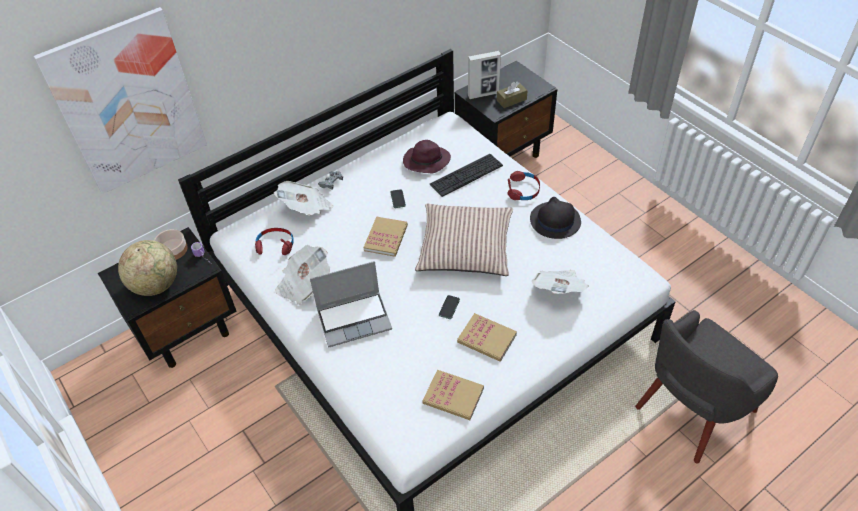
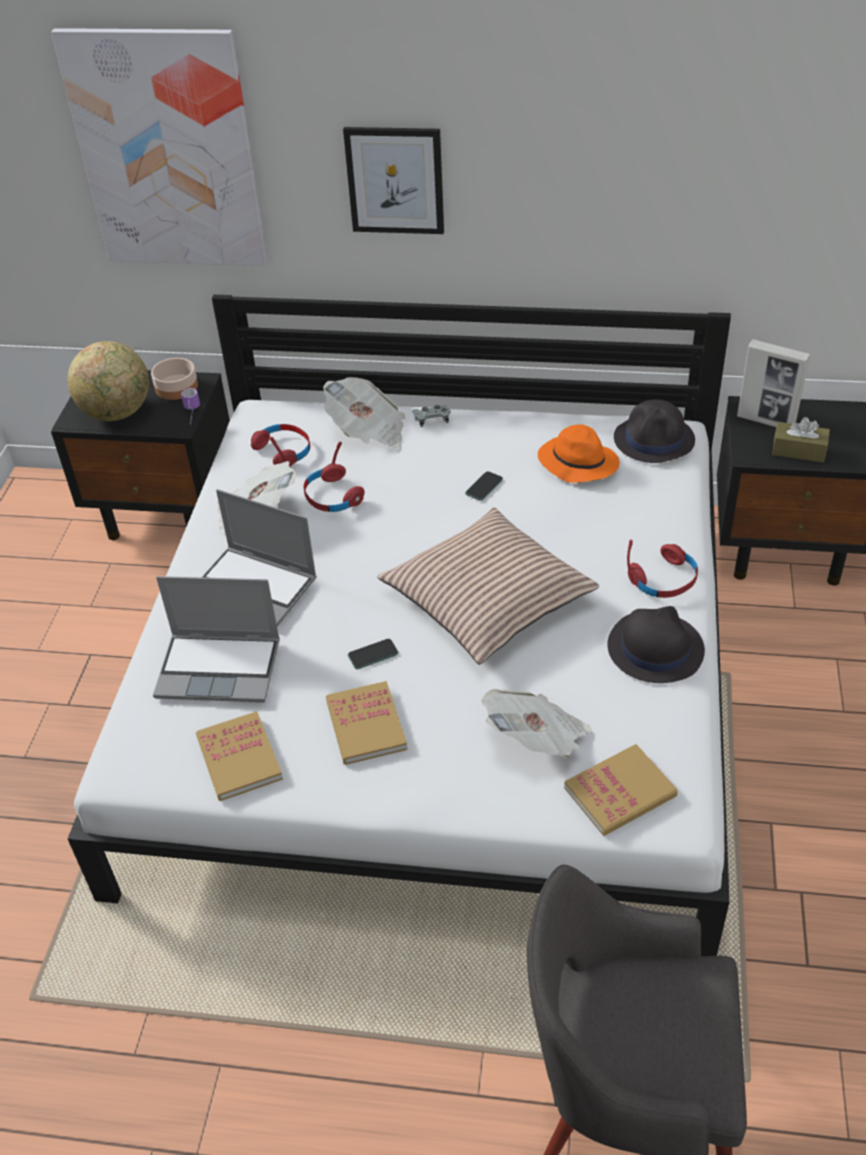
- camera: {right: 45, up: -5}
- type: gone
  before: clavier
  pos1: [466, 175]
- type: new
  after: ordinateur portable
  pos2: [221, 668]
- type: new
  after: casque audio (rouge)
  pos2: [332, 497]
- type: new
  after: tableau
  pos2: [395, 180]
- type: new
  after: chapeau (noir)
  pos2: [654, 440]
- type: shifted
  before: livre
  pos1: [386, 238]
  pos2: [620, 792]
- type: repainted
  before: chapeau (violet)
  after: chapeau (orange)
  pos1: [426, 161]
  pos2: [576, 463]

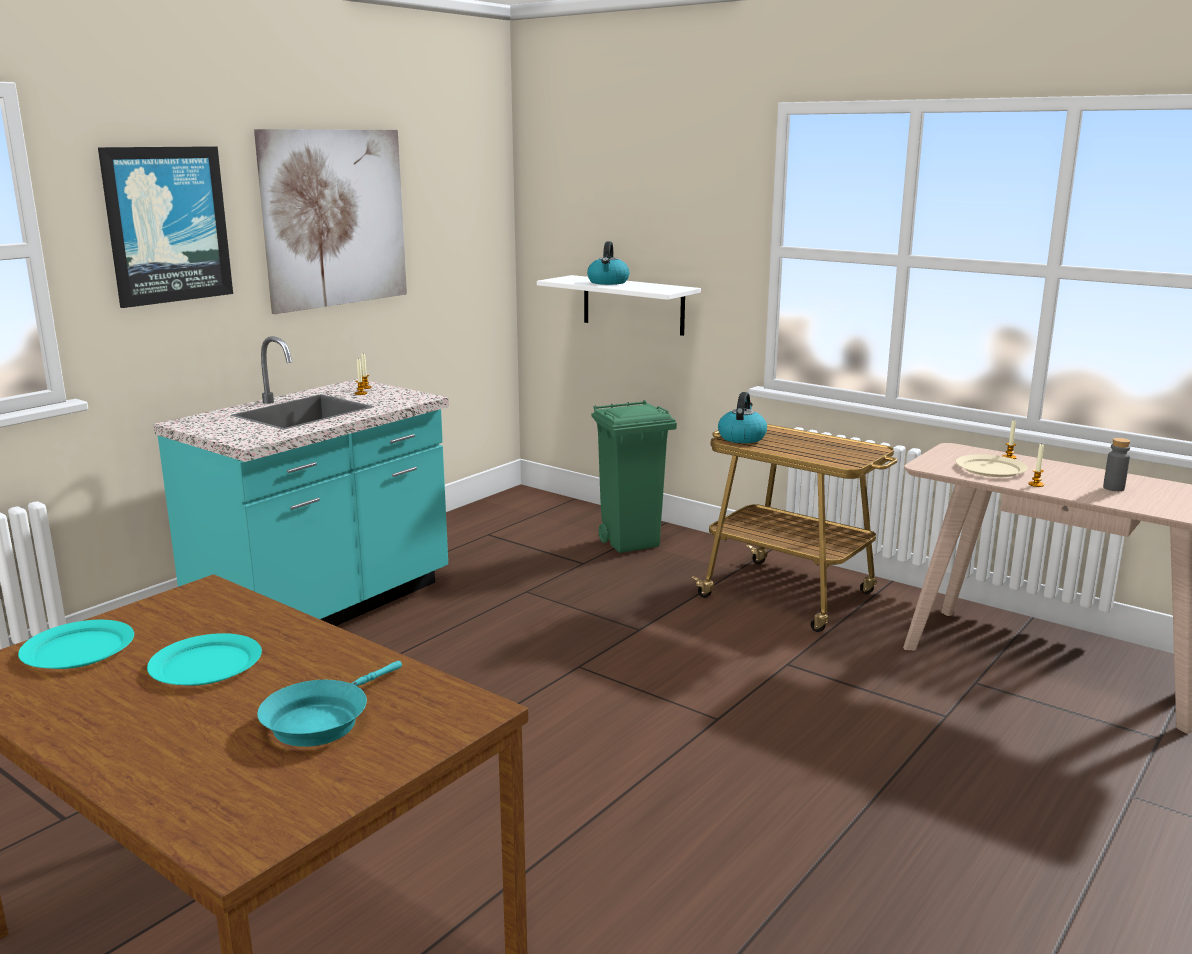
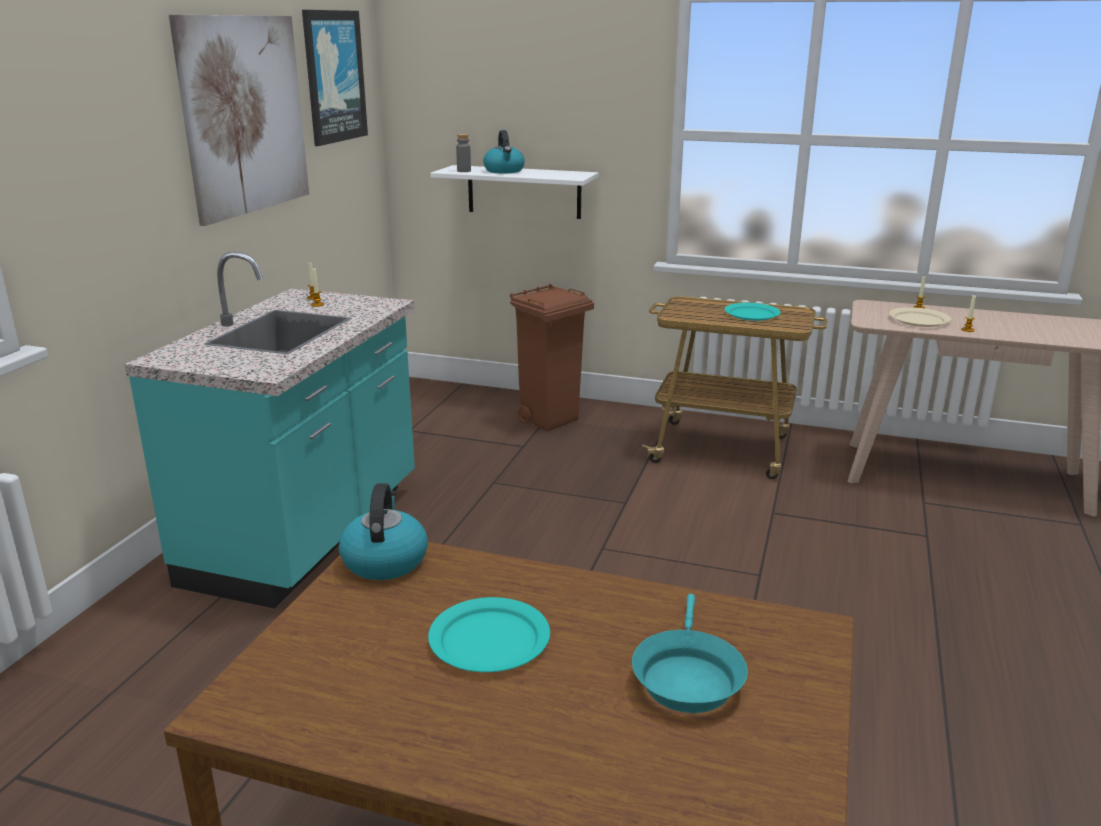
- camera: {right: -20, up: 5}
- type: shifted
  before: assiette (turquoise)
  pos1: [77, 650]
  pos2: [752, 314]
- type: shifted
  before: tableau
  pos1: [167, 225]
  pos2: [334, 76]
- type: shifted
  before: bouilloire
  pos1: [741, 437]
  pos2: [384, 560]
- type: shifted
  before: bouteille (gris)
  pos1: [1113, 488]
  pos2: [464, 171]
- type: repainted
  before: poubelle (vert)
  after: poubelle (marron)
  pos1: [631, 543]
  pos2: [550, 420]

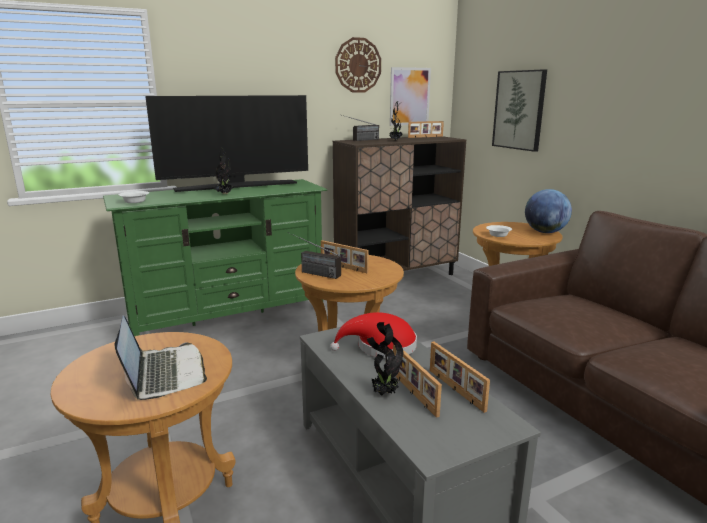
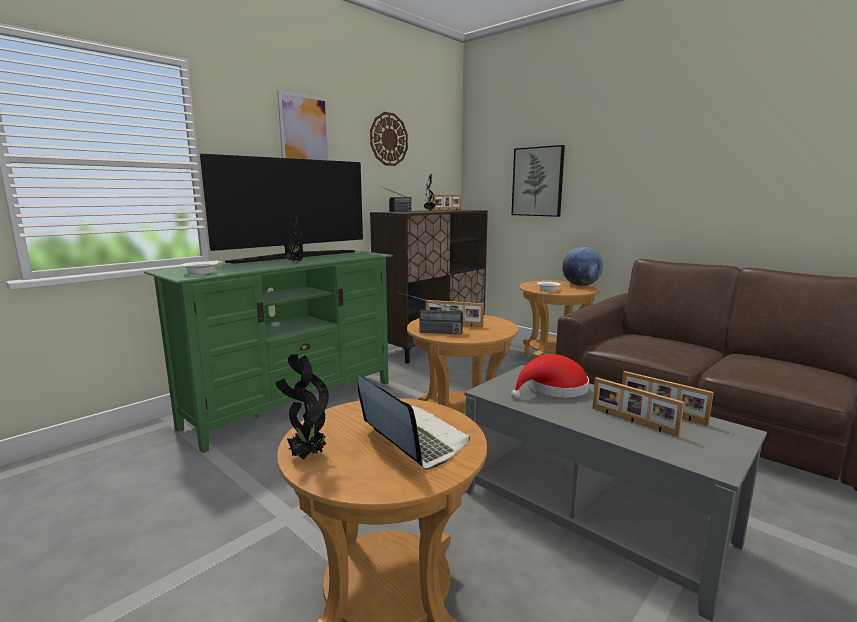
- camera: {right: -20, up: -5}
- type: shifted
  before: plante en pot
  pos1: [383, 393]
  pos2: [306, 457]
- type: shifted
  before: tableau
  pos1: [409, 96]
  pos2: [304, 130]

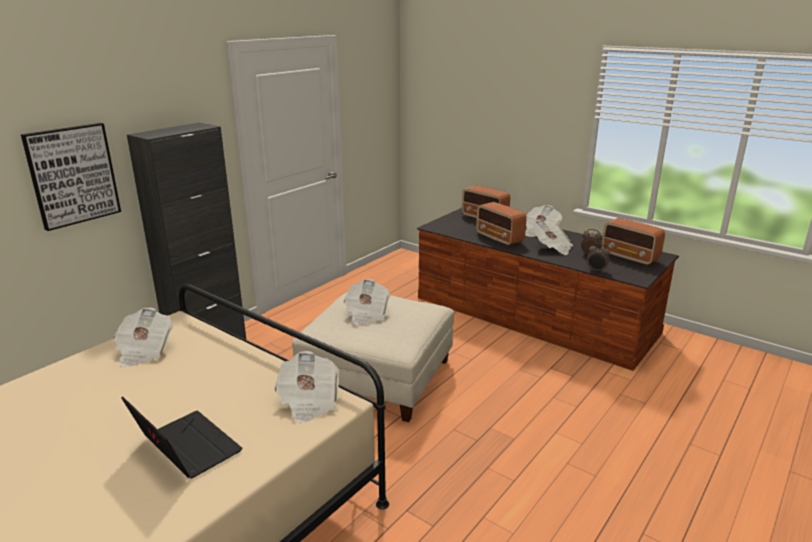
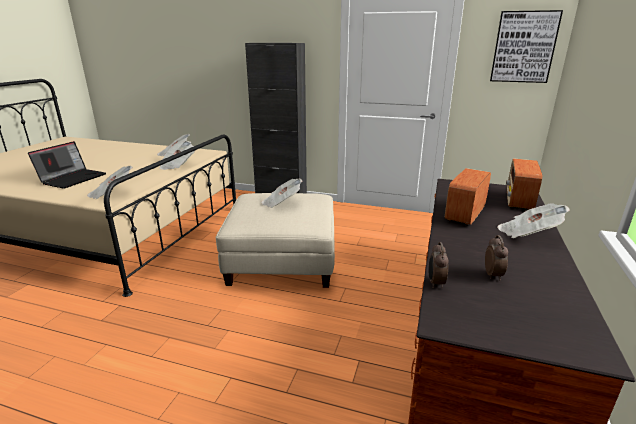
- camera: {right: 70, up: 0}
- type: gone
  before: radio
  pos1: [630, 257]
- type: shifted
  before: tableau
  pos1: [73, 175]
  pos2: [524, 47]
- type: shifted
  before: journal
  pos1: [552, 248]
  pos2: [177, 165]

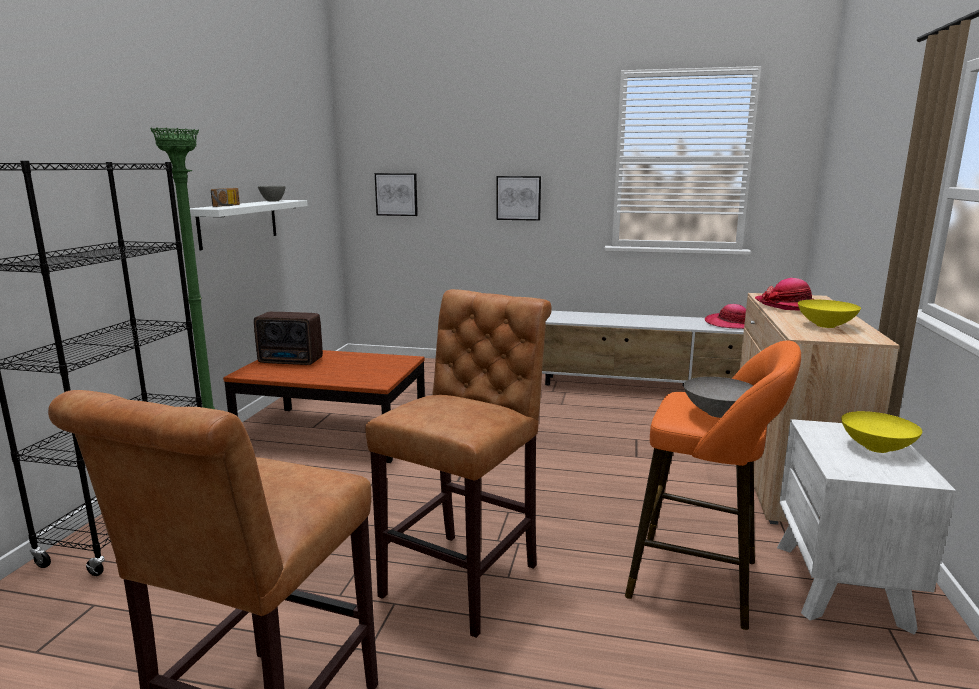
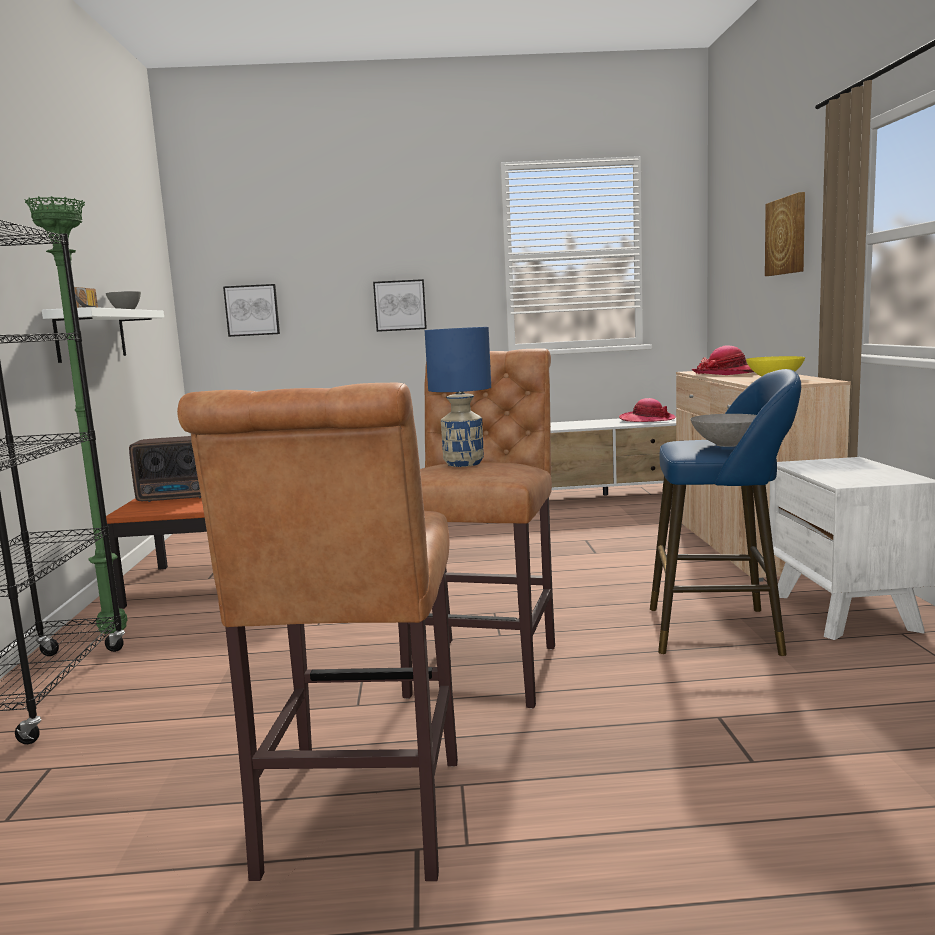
- camera: {right: -15, up: -5}
- type: gone
  before: bol (jaune)
  pos1: [875, 448]
- type: new
  after: lampe de table (bleu)
  pos2: [464, 463]
- type: new
  after: tableau
  pos2: [787, 236]
- type: repainted
  before: tabouret (orange)
  after: tabouret (bleu)
  pos1: [702, 581]
  pos2: [722, 630]

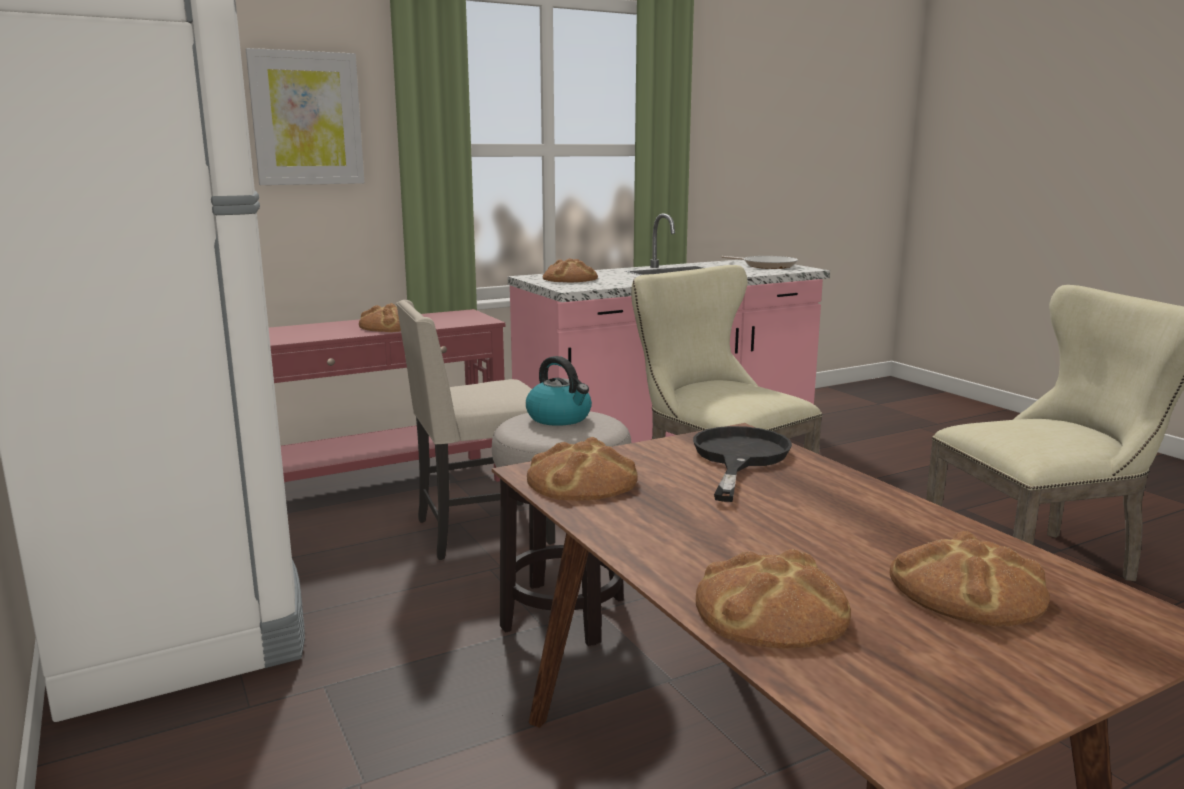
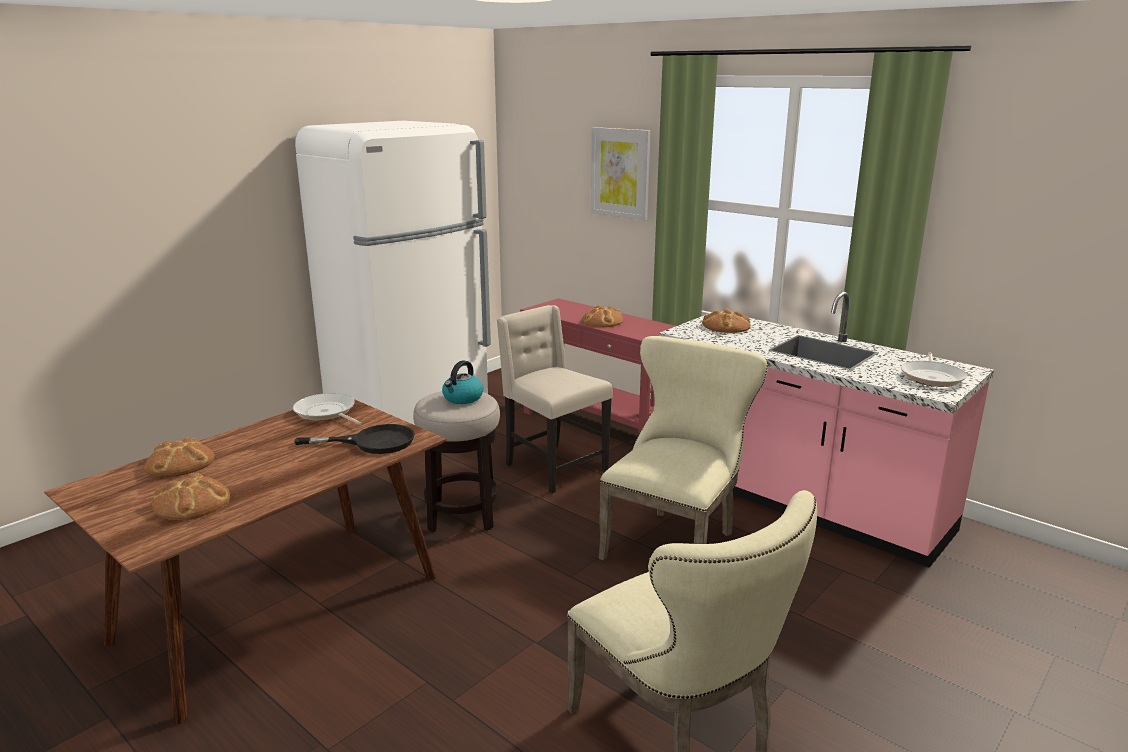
- camera: {right: 70, up: 5}
- type: swapped
  before: pain
  after: poêle
  pos1: [582, 480]
  pos2: [326, 413]

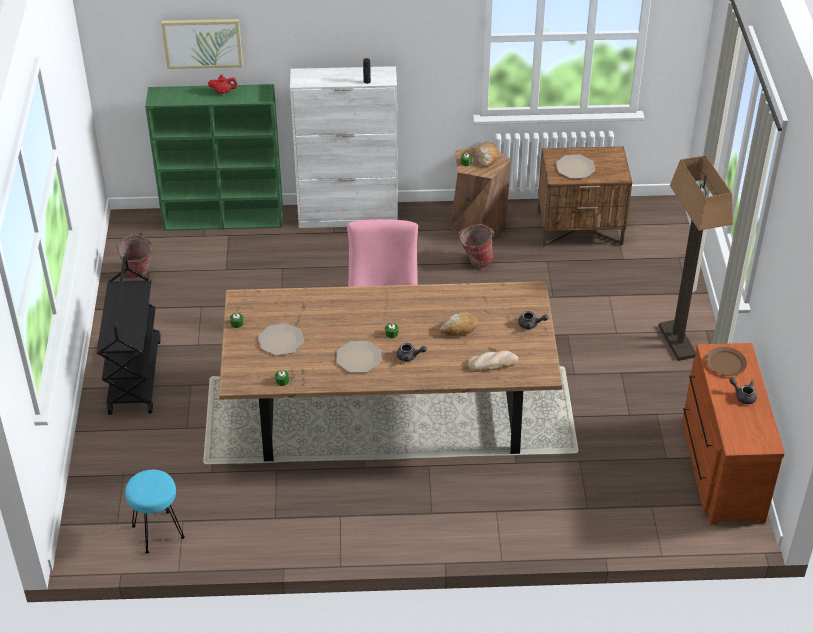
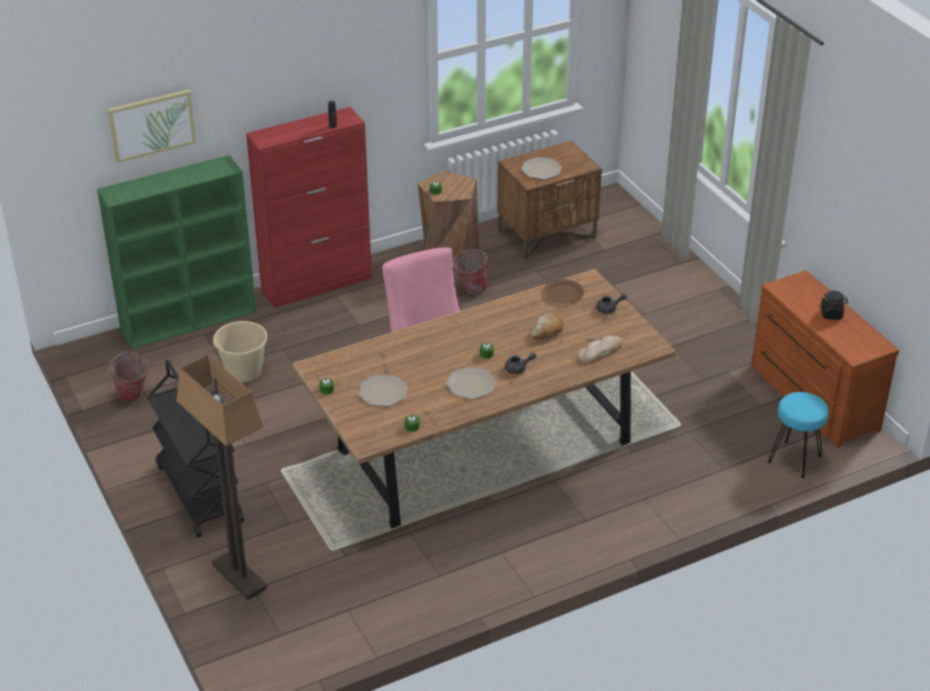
- camera: {right: -25, up: -5}
- type: gone
  before: théière (rouge)
  pos1: [223, 92]
- type: gone
  before: pain
  pos1: [486, 158]
- type: new
  after: seau (beige)
  pos2: [244, 372]
- type: shifted
  before: tabouret (turquoise)
  pos1: [158, 532]
  pos2: [795, 459]
- type: shifted
  before: lampadaire
  pos1: [676, 341]
  pos2: [238, 577]
- type: shifted
  before: assiette (marron)
  pos1: [725, 363]
  pos2: [563, 293]
- type: swapped
  before: théière (gris)
  after: bocal (noir)
  pos1: [743, 396]
  pos2: [831, 314]
- type: repainted
  before: meuble de rangement (blanc)
  after: meuble de rangement (rouge)
  pos1: [348, 217]
  pos2: [317, 284]

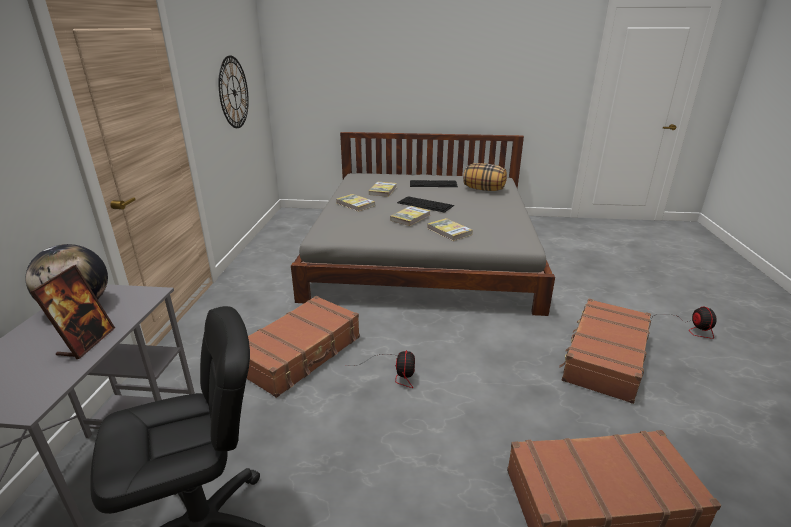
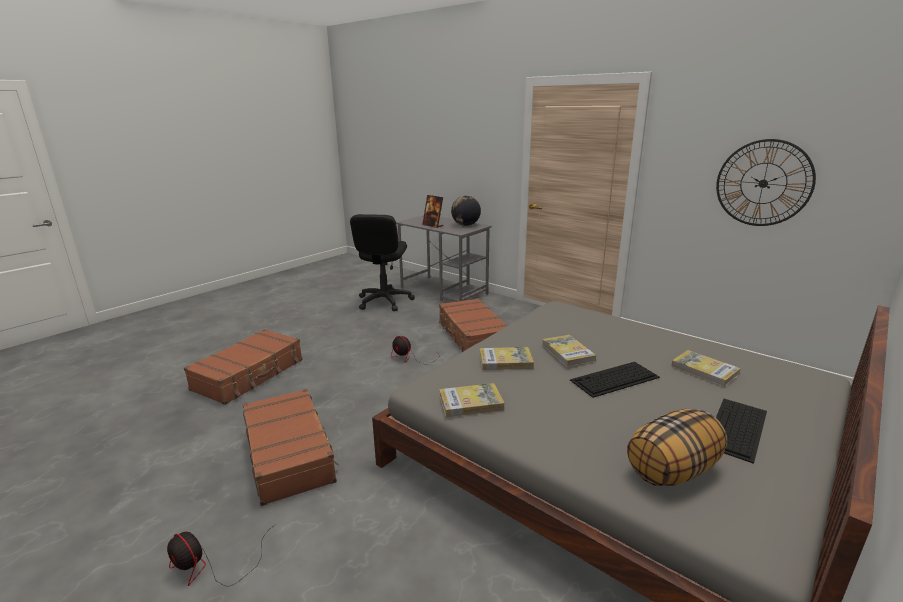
- camera: {right: 125, up: -5}
- type: shifted
  before: livre
  pos1: [355, 204]
  pos2: [471, 402]

